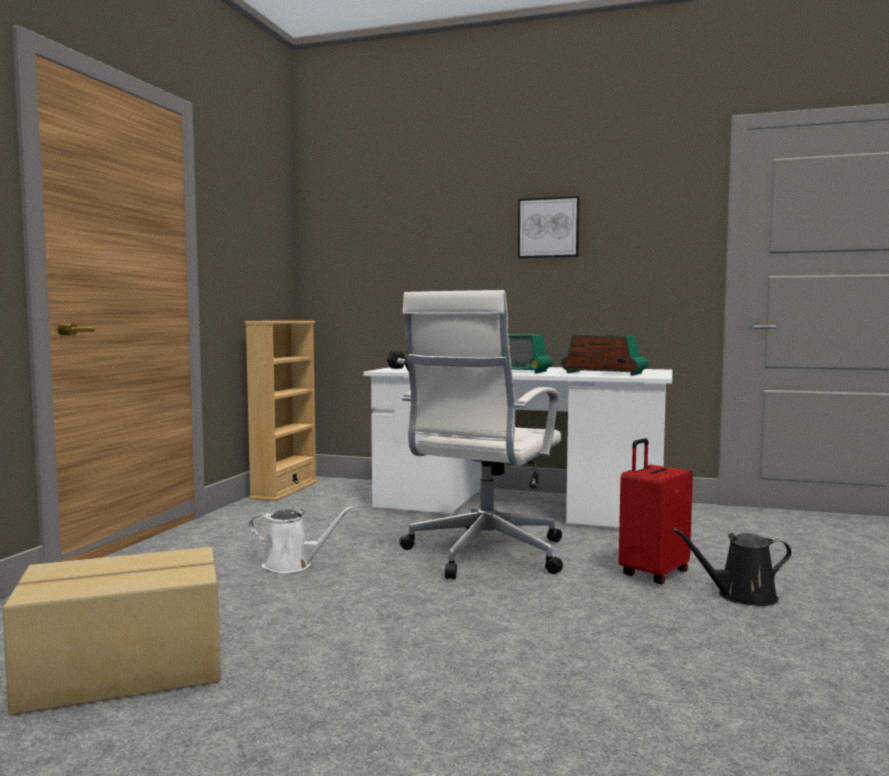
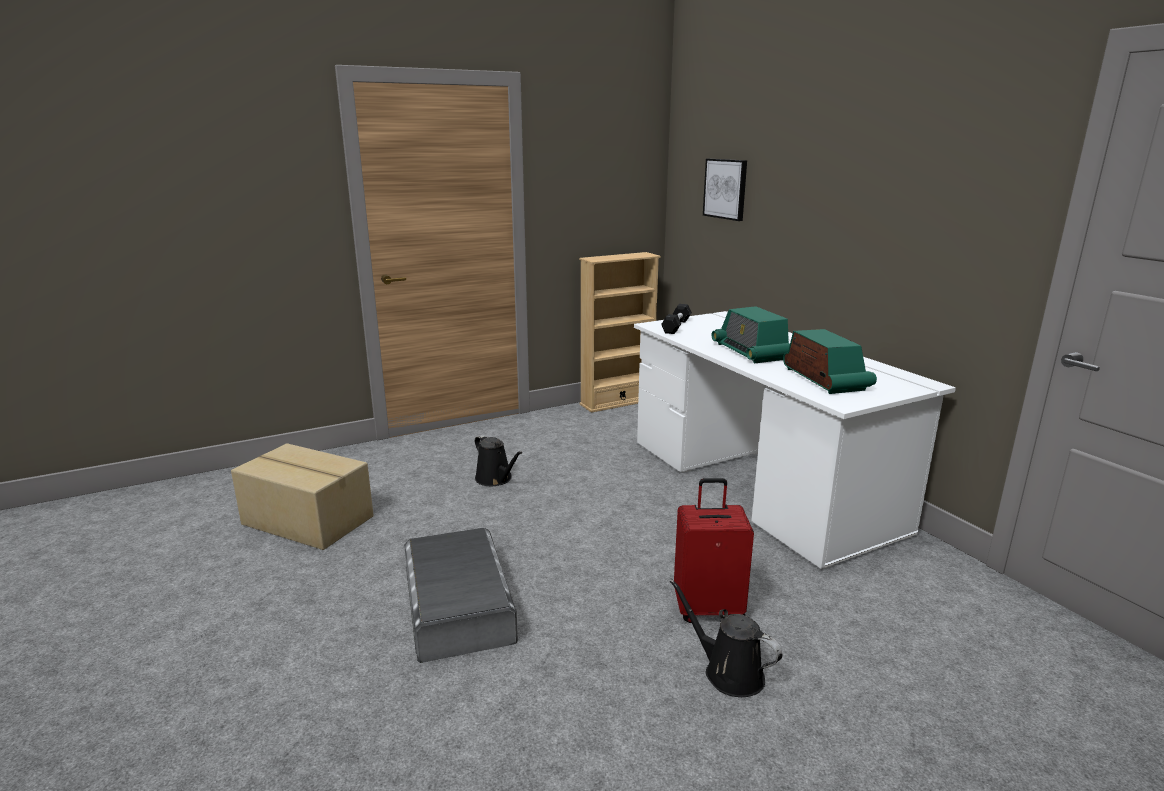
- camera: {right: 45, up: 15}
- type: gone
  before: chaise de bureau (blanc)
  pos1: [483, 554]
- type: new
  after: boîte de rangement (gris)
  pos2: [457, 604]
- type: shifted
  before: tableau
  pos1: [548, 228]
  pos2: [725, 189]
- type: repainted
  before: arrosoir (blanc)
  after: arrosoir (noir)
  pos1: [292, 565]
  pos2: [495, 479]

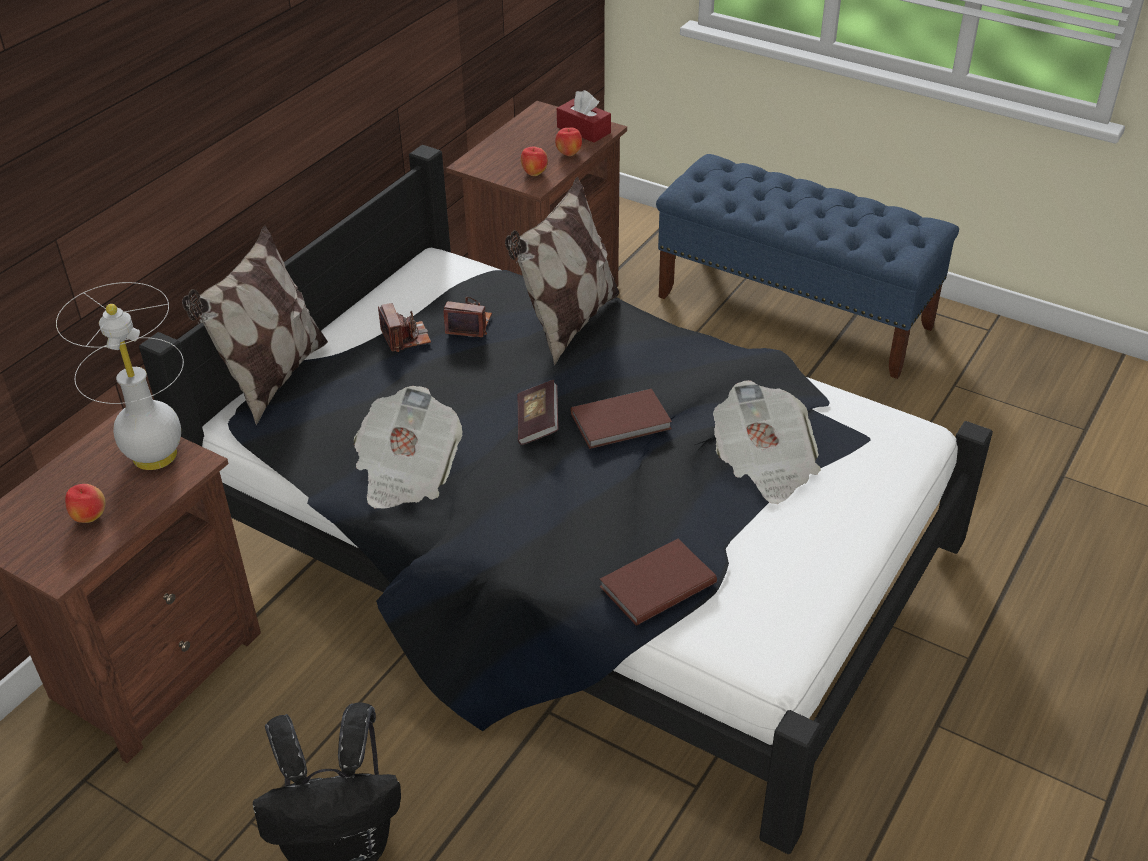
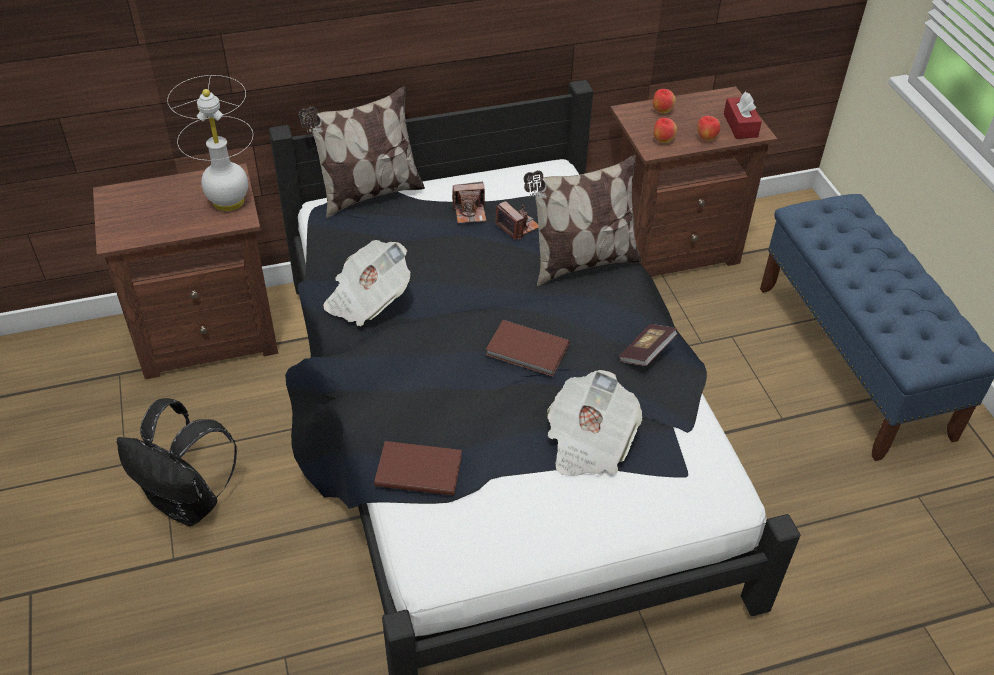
- camera: {right: 40, up: 5}
- type: shifted
  before: pomme
  pos1: [90, 517]
  pos2: [662, 111]
- type: shifted
  before: livre
  pos1: [537, 423]
  pos2: [646, 353]
- type: rotated
  before: appareil photo
  pos1: [405, 337]
  pos2: [470, 212]
  turn: 60

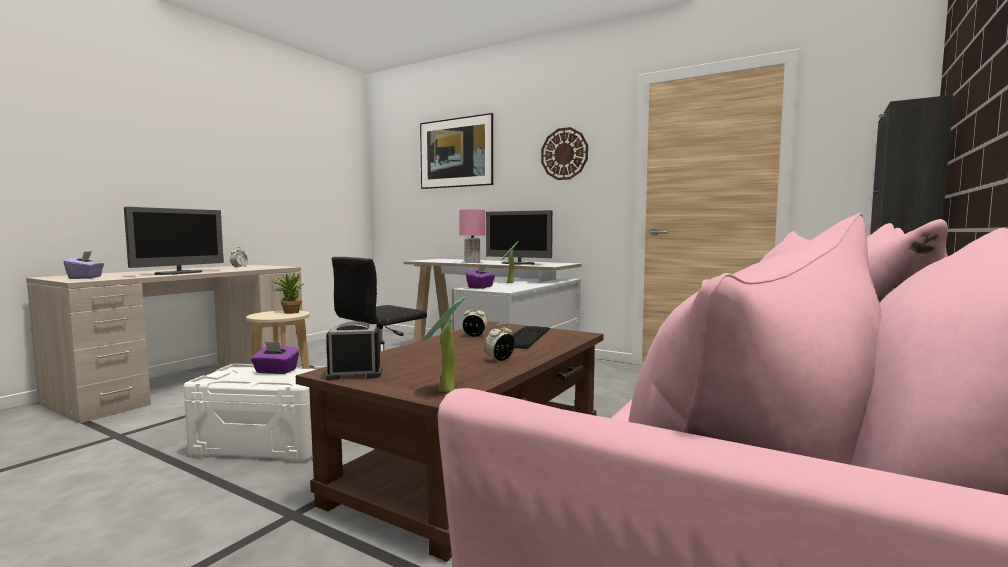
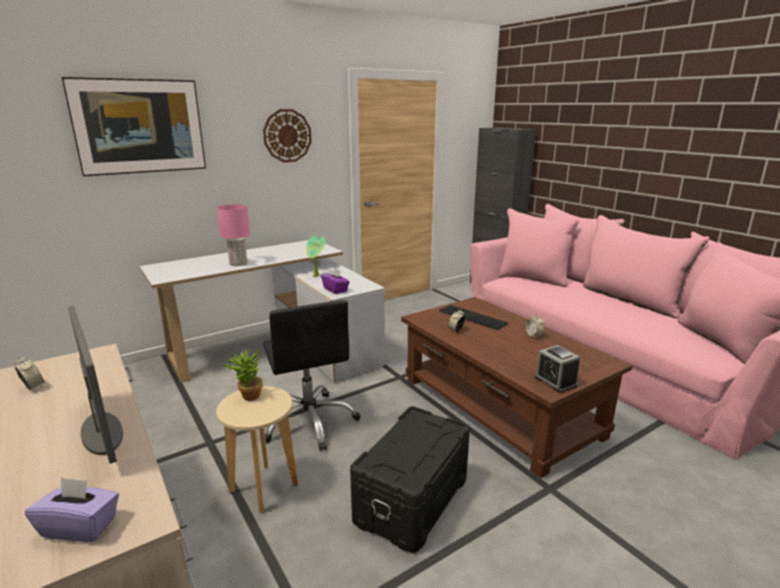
- camera: {right: -65, up: 15}
- type: gone
  before: boîte à mouchoirs (violet)
  pos1: [275, 371]
- type: gone
  before: plante en pot
  pos1: [443, 392]
- type: gone
  before: écran d'ordinateur
  pos1: [518, 263]
- type: repainted
  before: boîte de rangement (blanc)
  after: boîte de rangement (noir)
  pos1: [269, 442]
  pos2: [411, 499]
- type: rotated
  before: réveil
  pos1: [355, 373]
  pos2: [555, 381]
  turn: -45

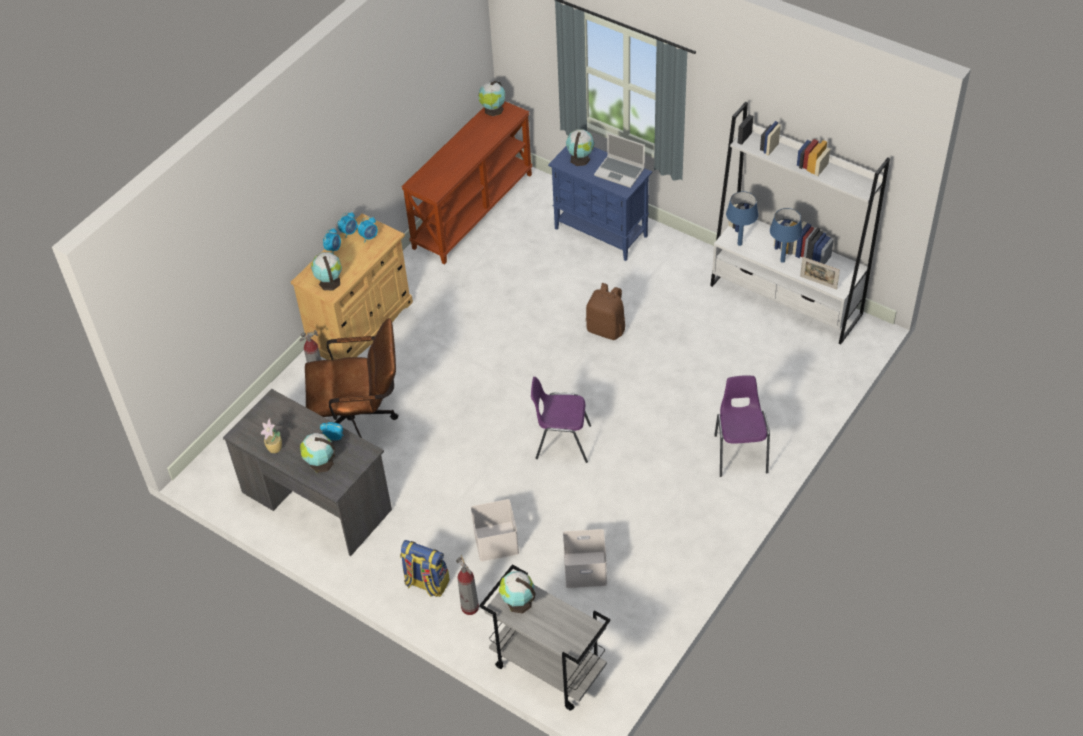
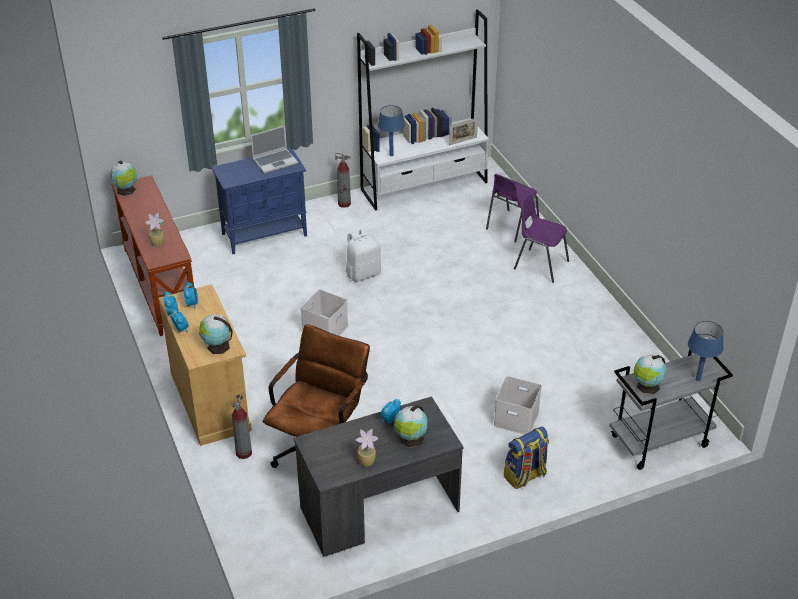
- camera: {right: -60, up: -10}
- type: gone
  before: globe
  pos1: [580, 158]
- type: new
  after: plante en pot
  pos2: [158, 244]
- type: shifted
  before: extincteur
  pos1: [470, 607]
  pos2: [344, 204]
- type: shifted
  before: chaise (violet)
  pos1: [561, 442]
  pos2: [511, 226]
- type: shifted
  before: boîte de rangement (blanc)
  pos1: [586, 568]
  pos2: [325, 329]
- type: shifted
  before: lampe de table (bleu)
  pos1: [783, 260]
  pos2: [698, 379]
- type: repainted
  before: sac à dos (marron)
  after: sac à dos (blanc)
  pos1: [606, 329]
  pos2: [363, 273]

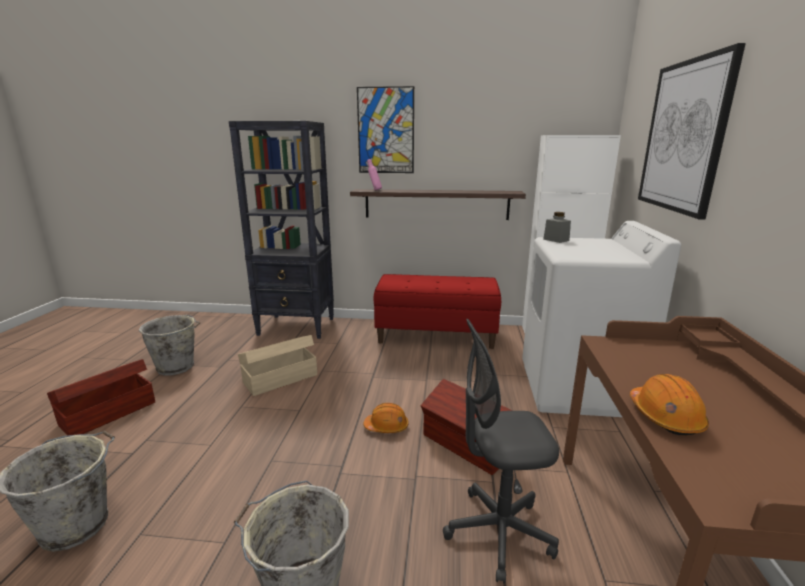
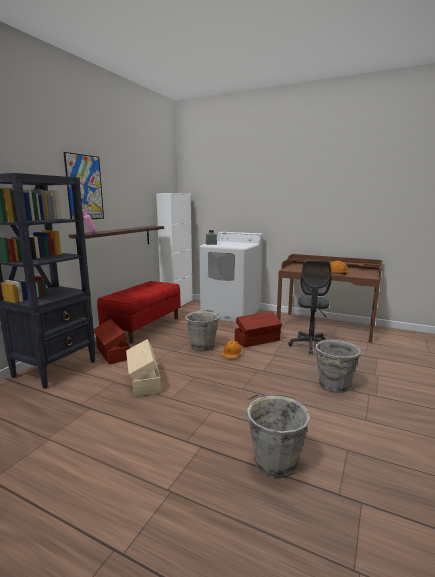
- camera: {right: -70, up: -5}
- type: gone
  before: tableau
  pos1: [683, 137]
- type: shifted
  before: boîte de rangement (marron)
  pos1: [107, 413]
  pos2: [112, 353]
- type: shifted
  before: seau (gris)
  pos1: [177, 367]
  pos2: [203, 346]

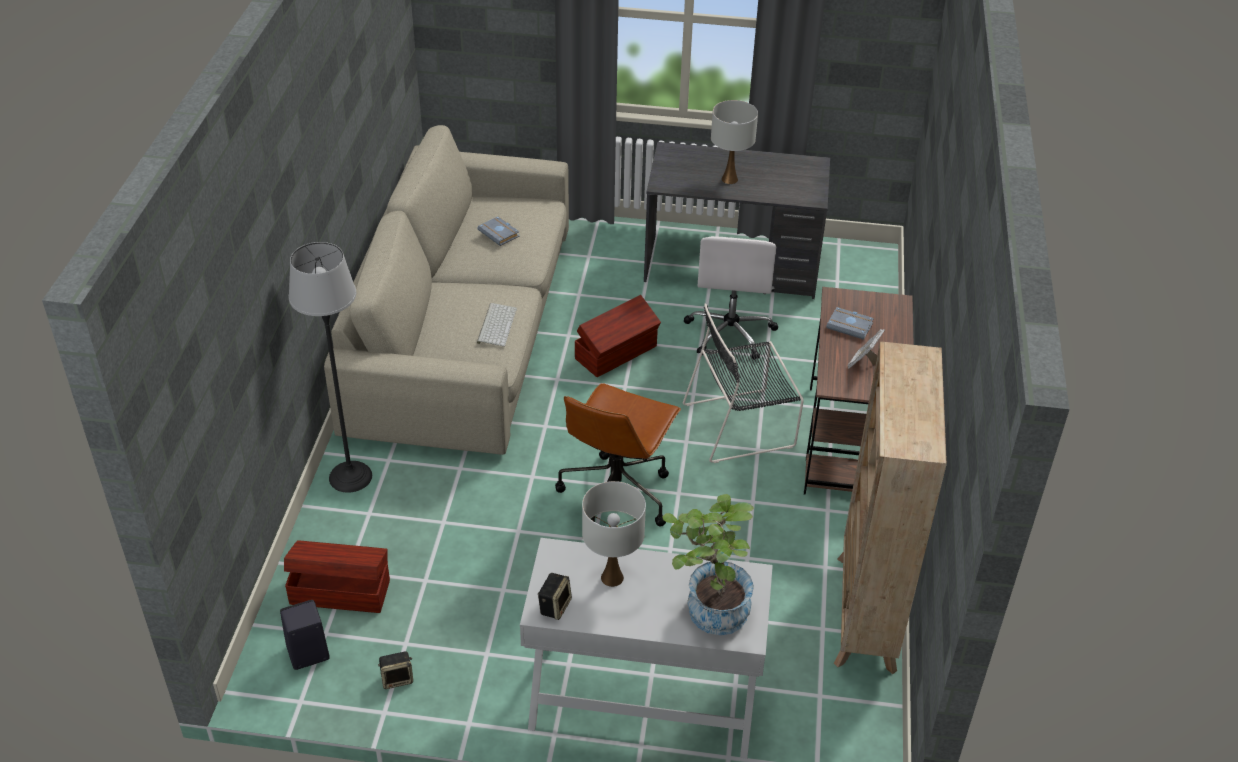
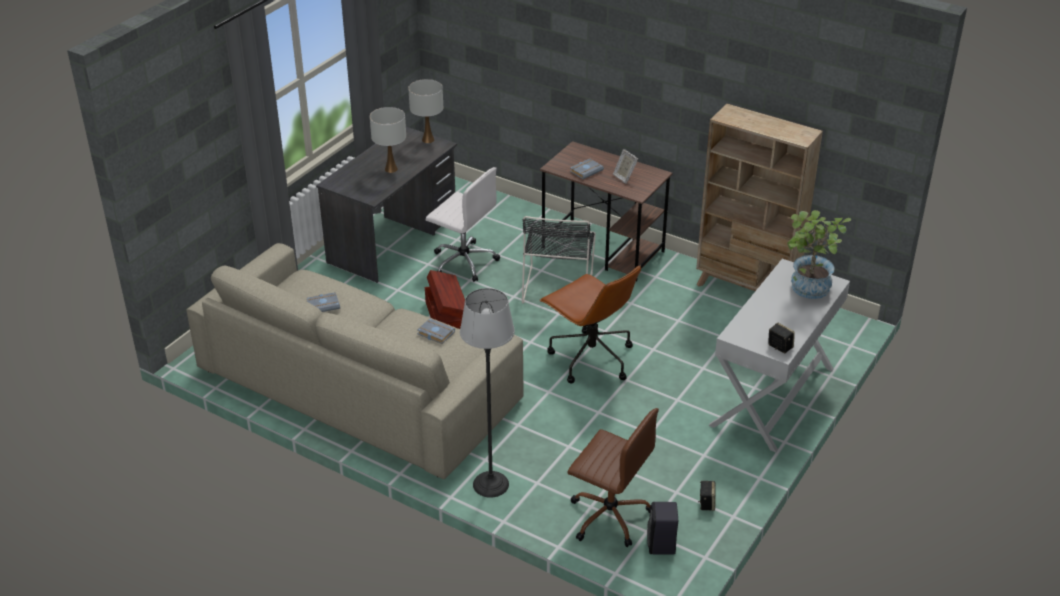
- camera: {right: -65, up: -5}
- type: shifted
  before: lampe de table (blanc)
  pos1: [612, 577]
  pos2: [428, 140]
- type: swapped
  before: boîte de rangement (marron)
  after: chaise de bureau (marron)
  pos1: [339, 591]
  pos2: [608, 515]
- type: swapped
  before: clavier
  after: livre (gris)
  pos1: [496, 325]
  pos2: [434, 333]

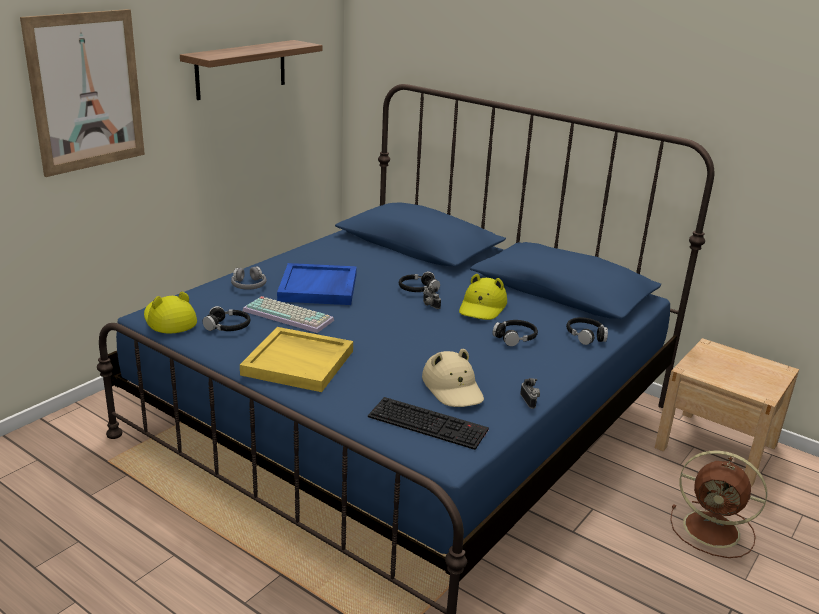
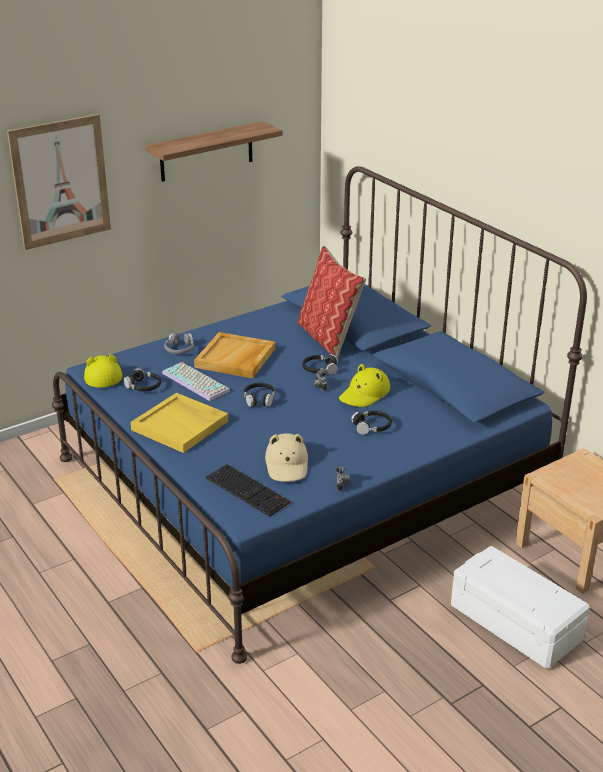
- camera: {right: 20, up: 5}
- type: new
  after: coussin
  pos2: [328, 338]
- type: shifted
  before: casque audio (noir)
  pos1: [585, 335]
  pos2: [259, 399]
- type: swapped
  before: ventilateur (marron)
  after: boîte de rangement (blanc)
  pos1: [714, 530]
  pos2: [516, 622]
- type: repainted
  before: plateau (bleu)
  after: plateau (beige)
  pos1: [319, 288]
  pos2: [235, 358]

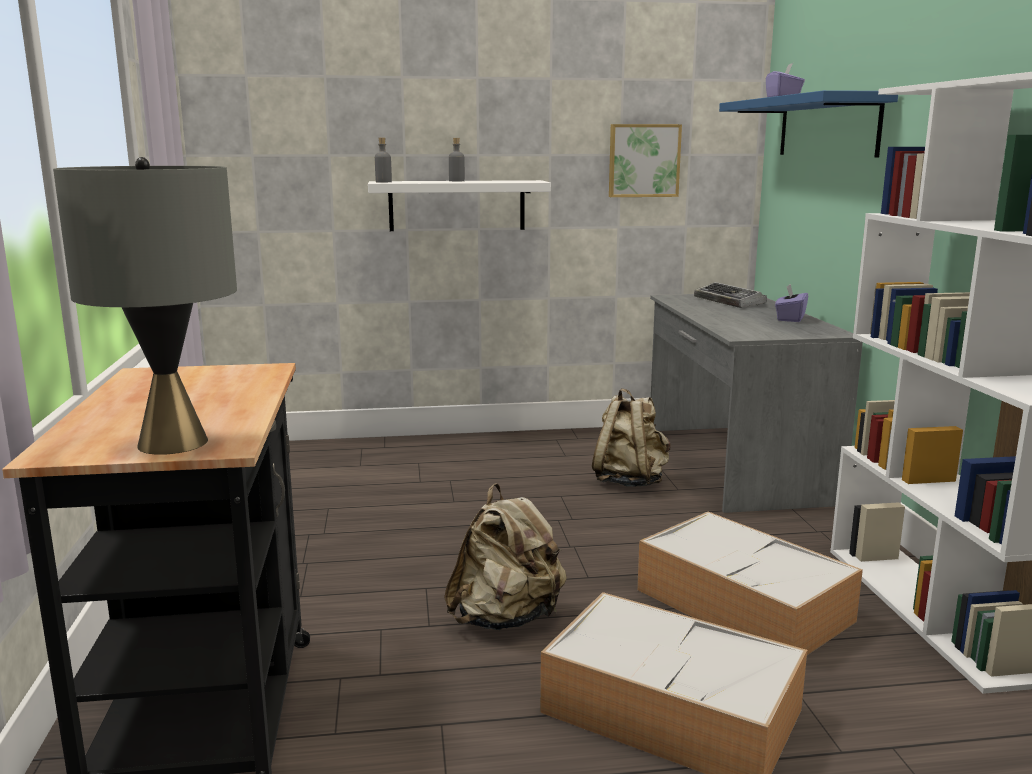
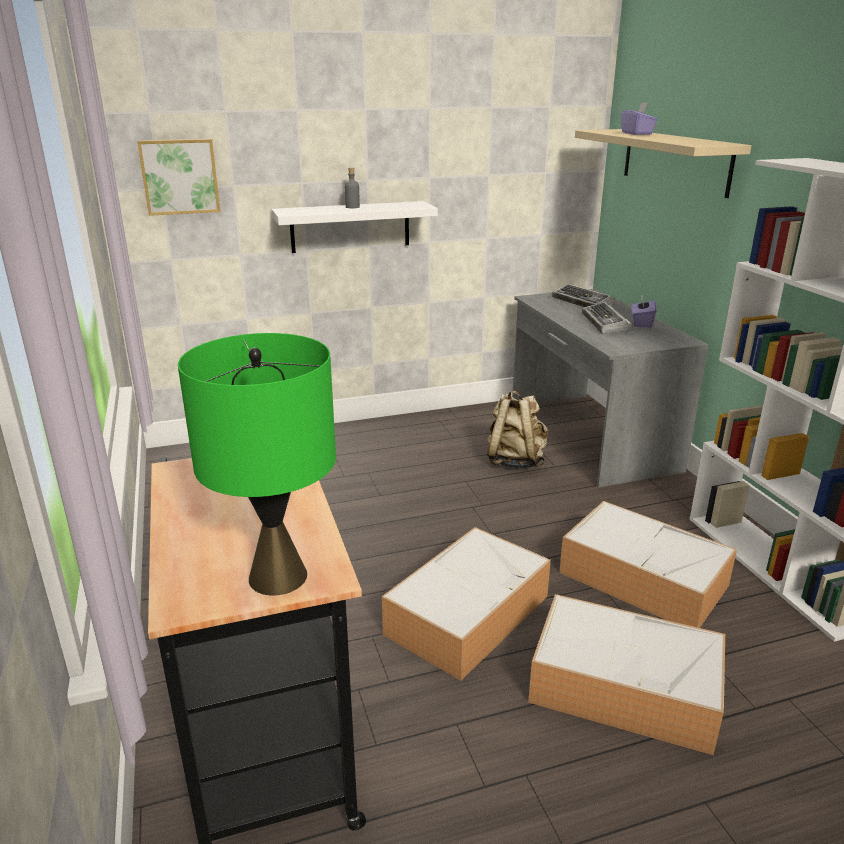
- camera: {right: -10, up: 10}
- type: gone
  before: bouteille (gris)
  pos1: [383, 182]
- type: new
  after: clavier
  pos2: [606, 324]
- type: shifted
  before: tableau
  pos1: [643, 160]
  pos2: [180, 176]
- type: swapped
  before: sac à dos (beige)
  after: boîte de rangement
  pos1: [506, 619]
  pos2: [468, 613]
- type: repainted
  before: lampe de table (gris)
  after: lampe de table (vert)
  pos1: [172, 443]
  pos2: [277, 577]
- type: repainted
  before: étagère (bleu)
  after: étagère (beige)
  pos1: [827, 127]
  pos2: [675, 161]

